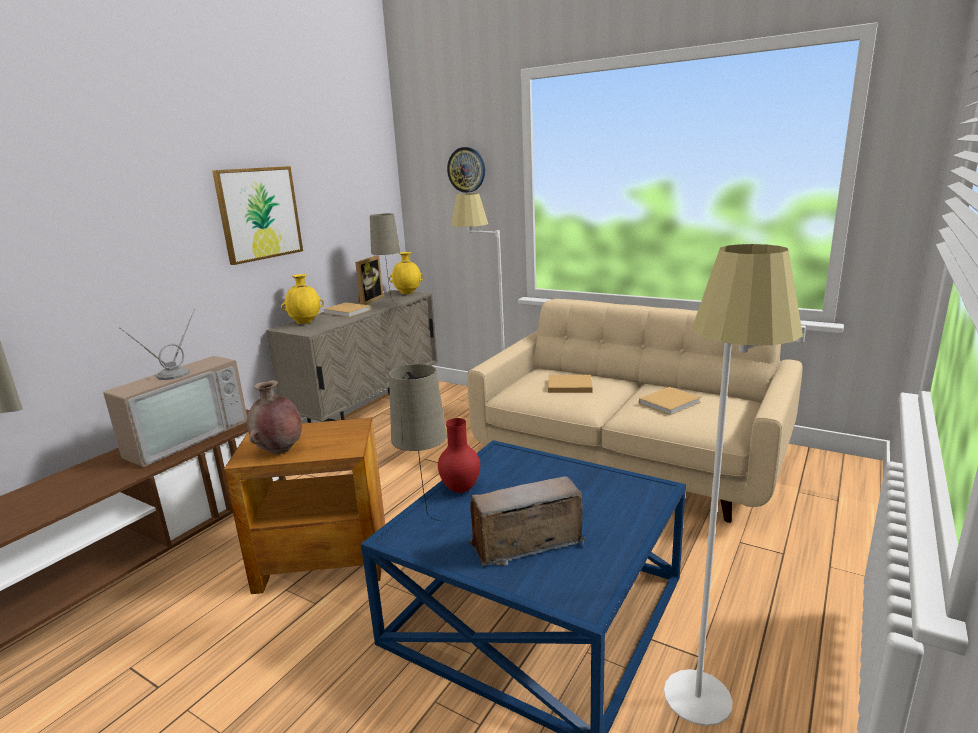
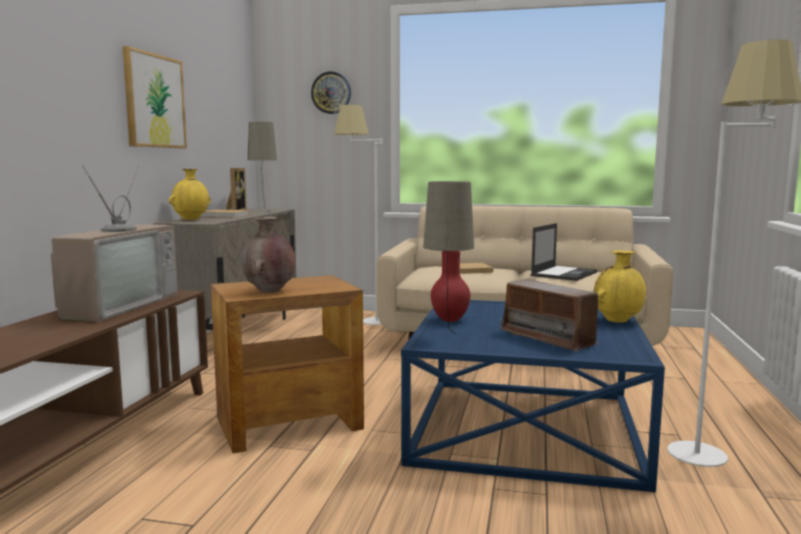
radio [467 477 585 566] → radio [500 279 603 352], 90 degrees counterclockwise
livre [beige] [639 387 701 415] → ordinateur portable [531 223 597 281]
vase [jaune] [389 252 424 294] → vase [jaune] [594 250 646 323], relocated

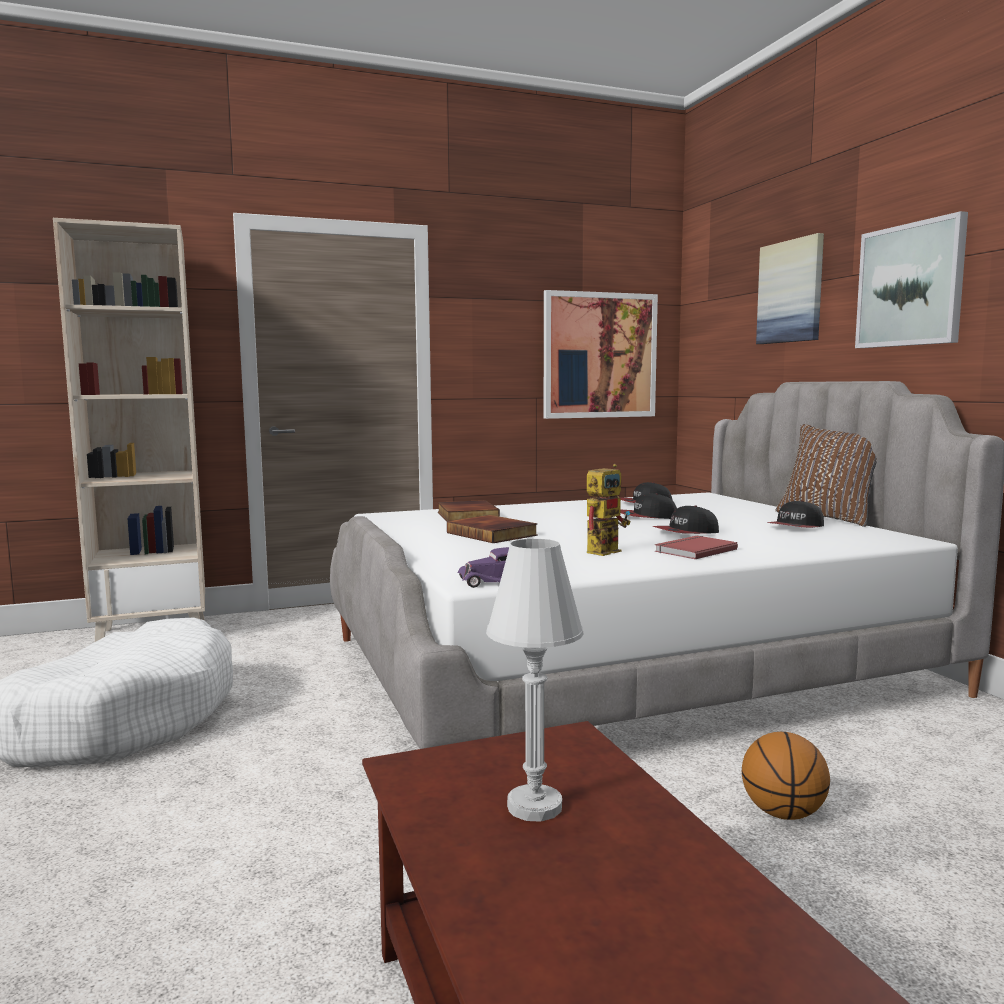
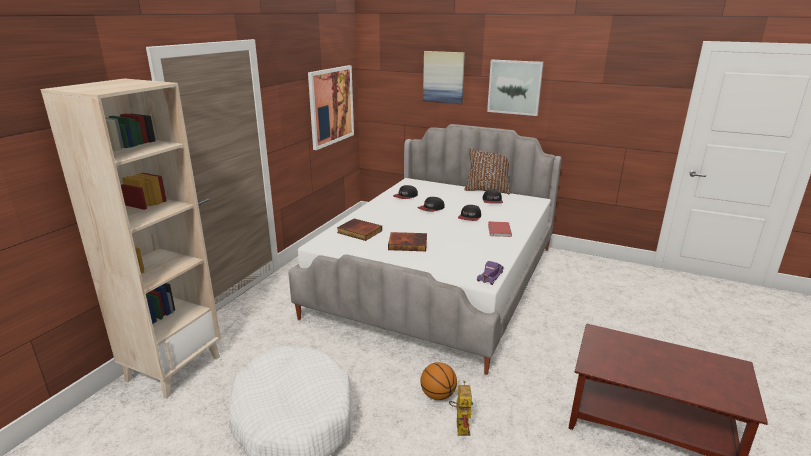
ballon de basket [742 732 830 820] → ballon de basket [421 362 457 400], relocated
robot jouet [587 464 631 556] → robot jouet [449 381 474 436], relocated
lampe de table [blanc] [486 539 584 822] → -

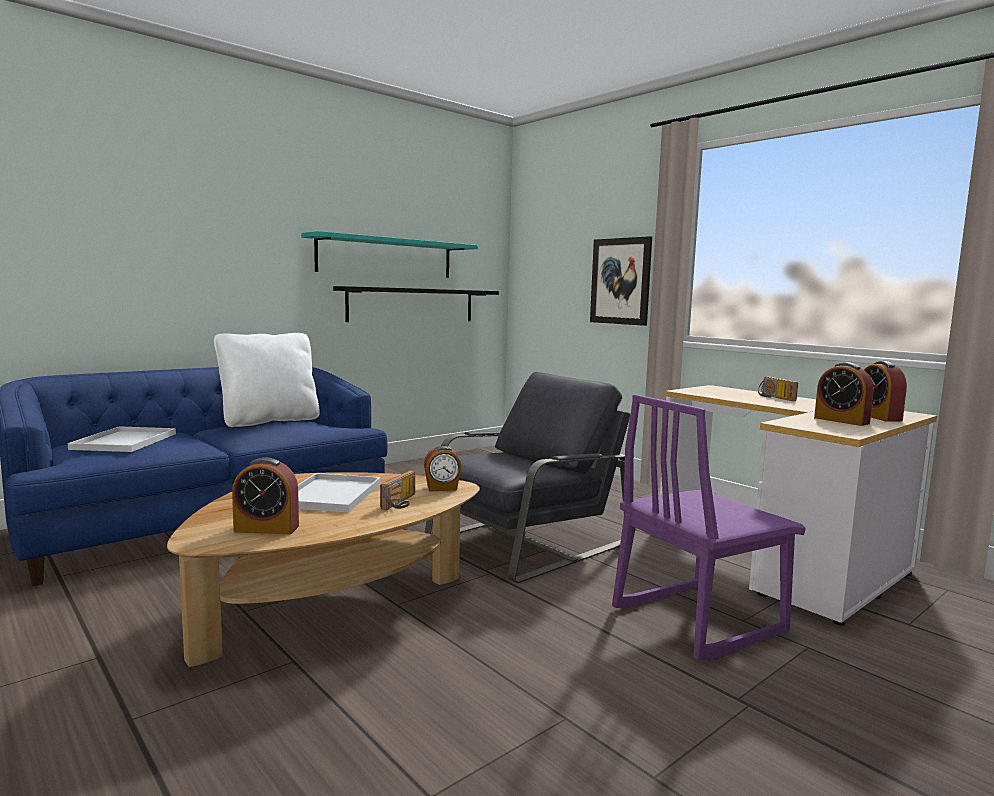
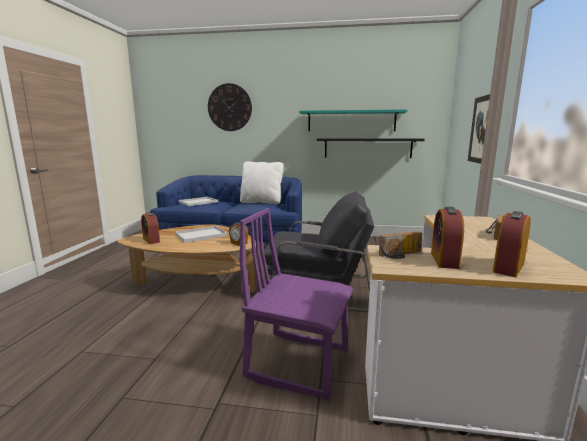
- → horloge murale [208 83 252 131]
radio [380 470 415 510] → radio [379 231 422 259], relocated

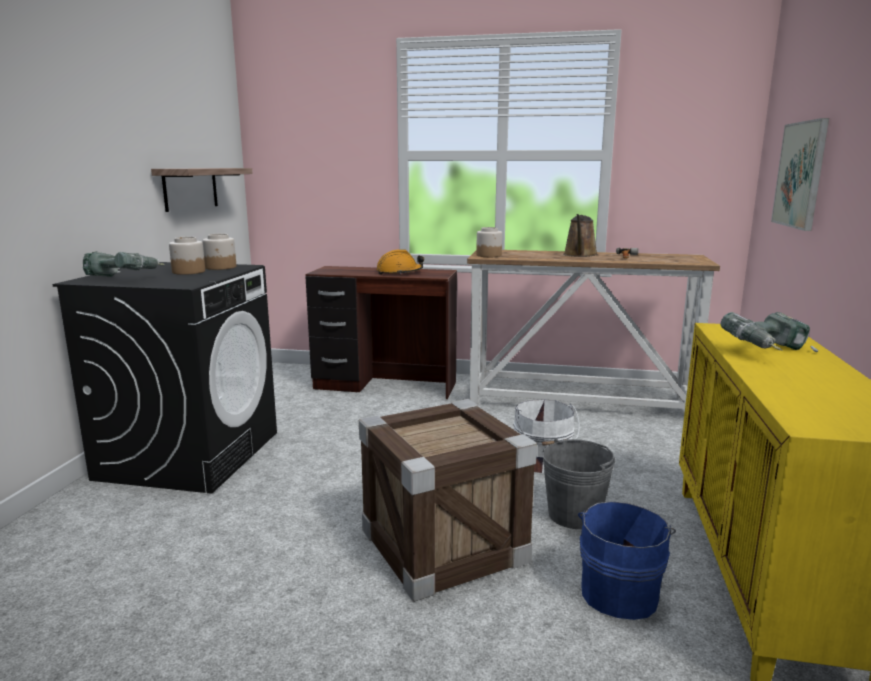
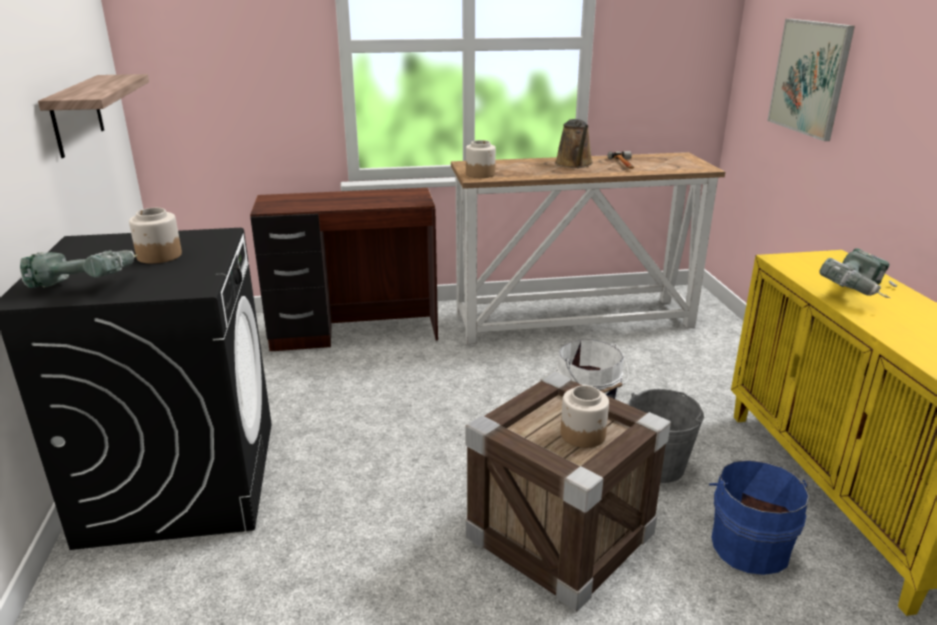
bocal [202 234 236 270] → bocal [560 385 609 448], relocated
casque de chantier [orange] [376 249 424 275] → -

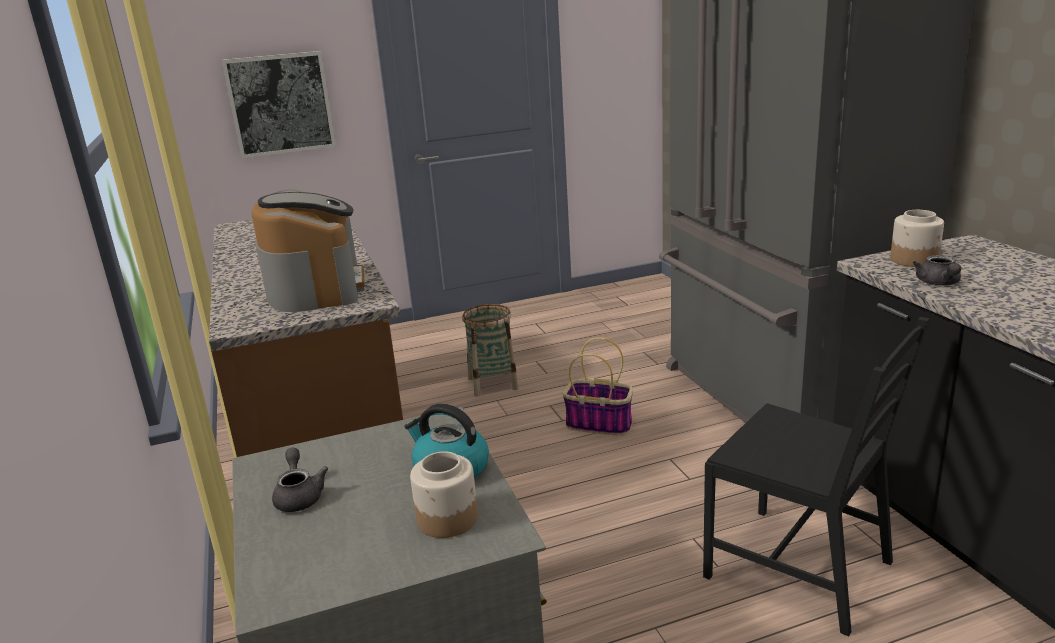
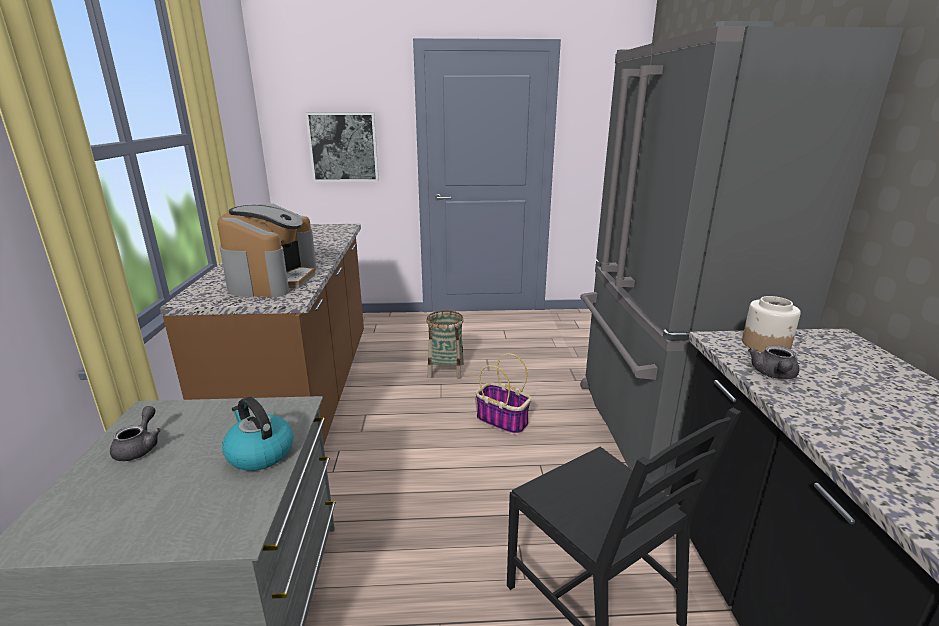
bocal [410 451 478 538] → -

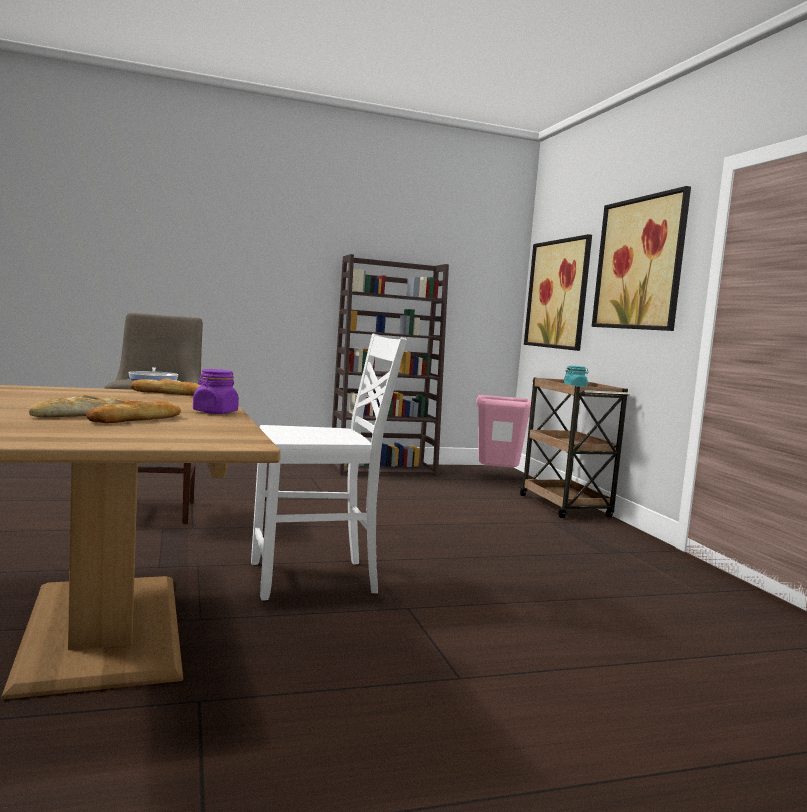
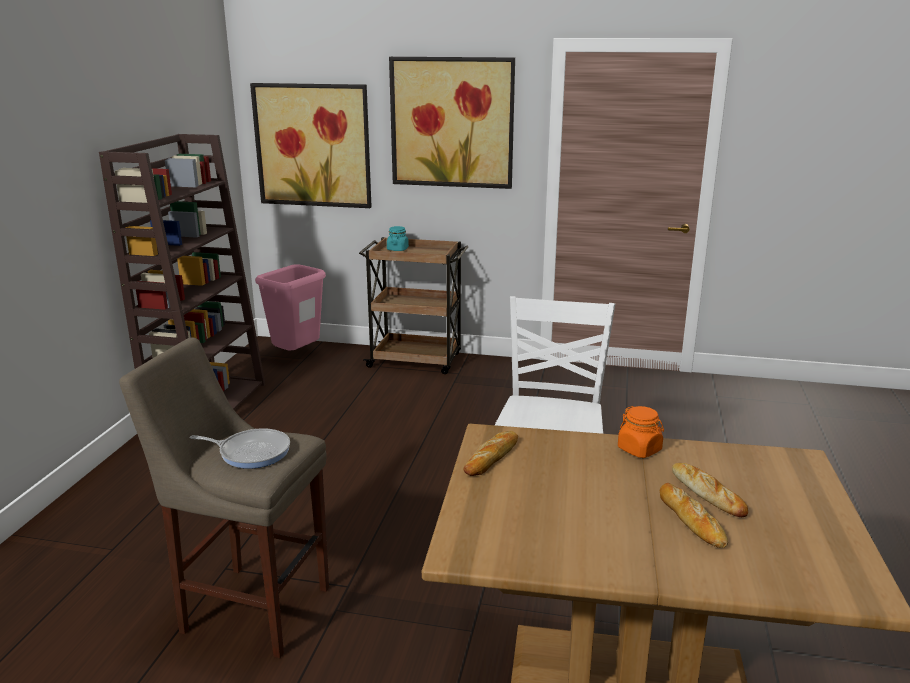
bocal [violet] [193 369 239 414] → bocal [orange] [618 406 664 458]

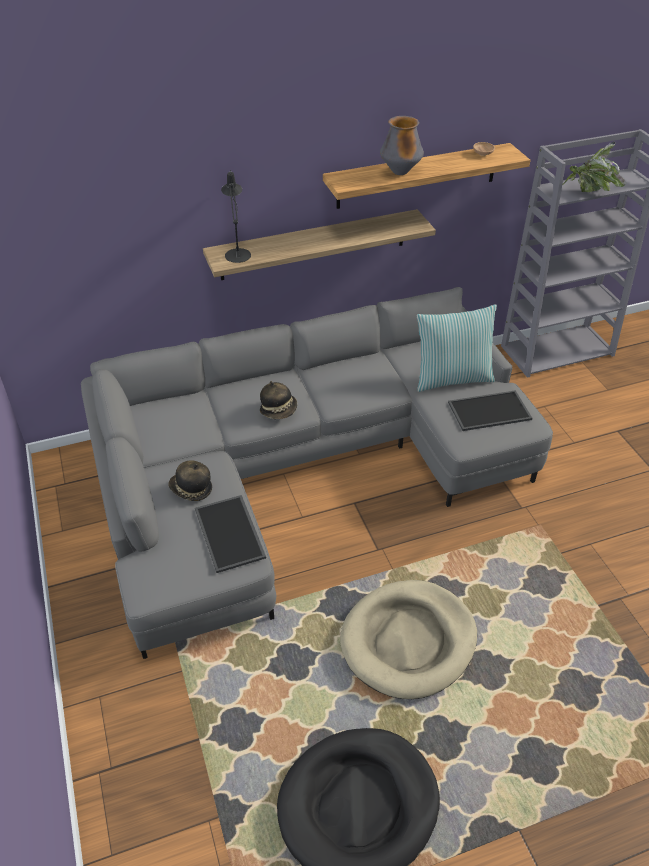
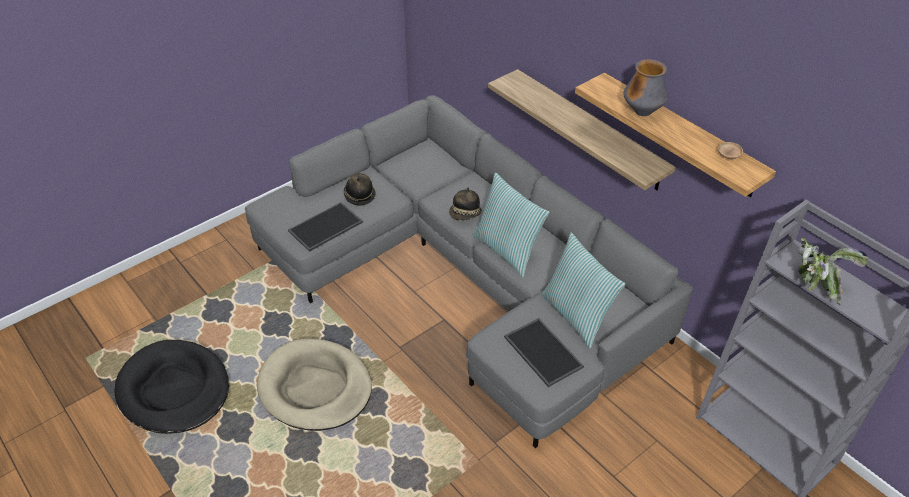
- → coussin [472 172 550 277]
lampe de table [noir] [221 170 251 263] → -

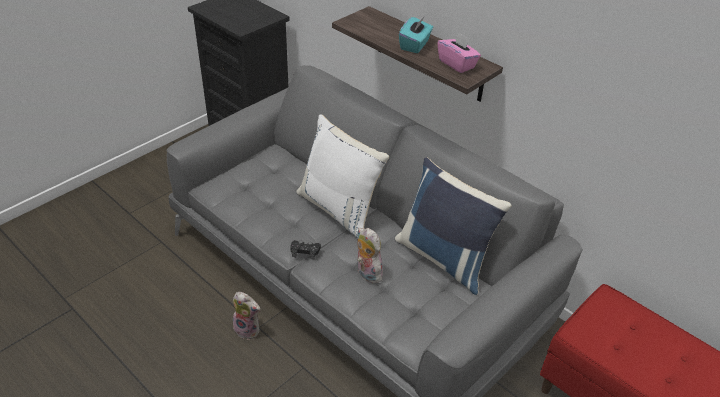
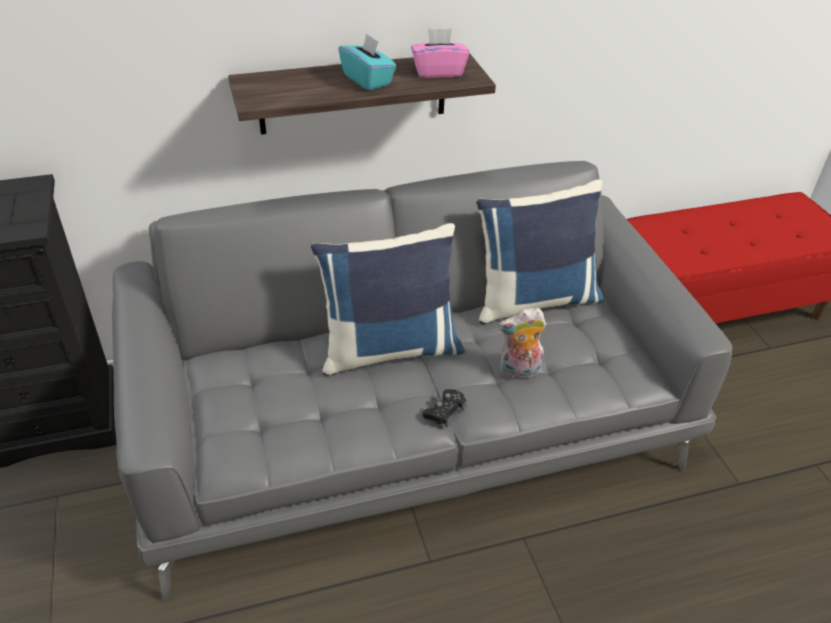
coussin [blanc] [296 114 389 238] → coussin [bleu] [311 223 465 376]
peluche [233 292 261 340] → -

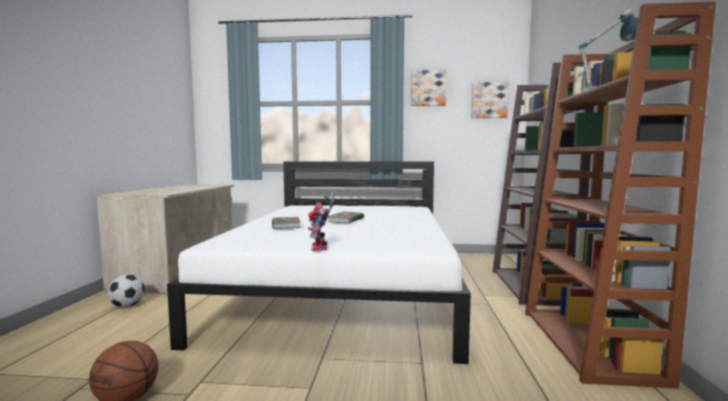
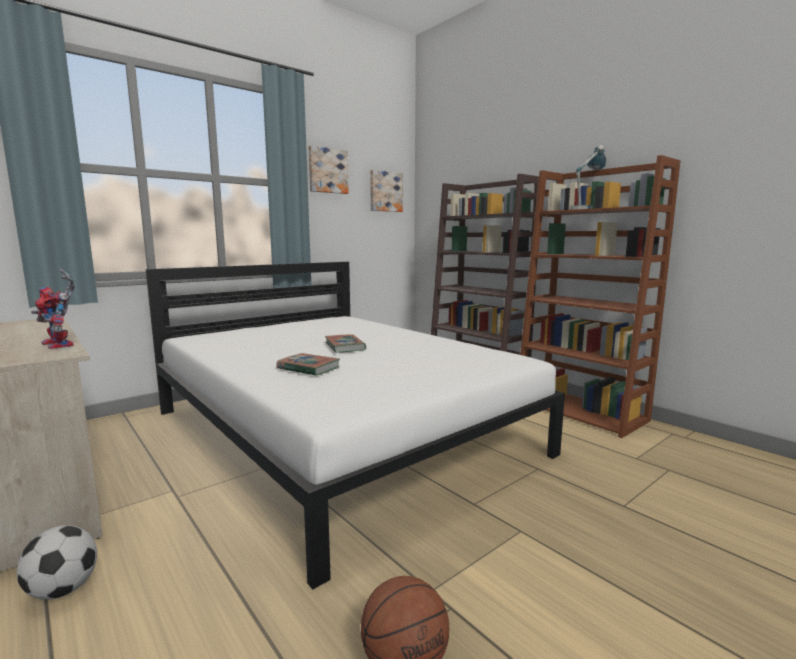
robot jouet [308 190 334 251] → robot jouet [31 269 74 349], relocated

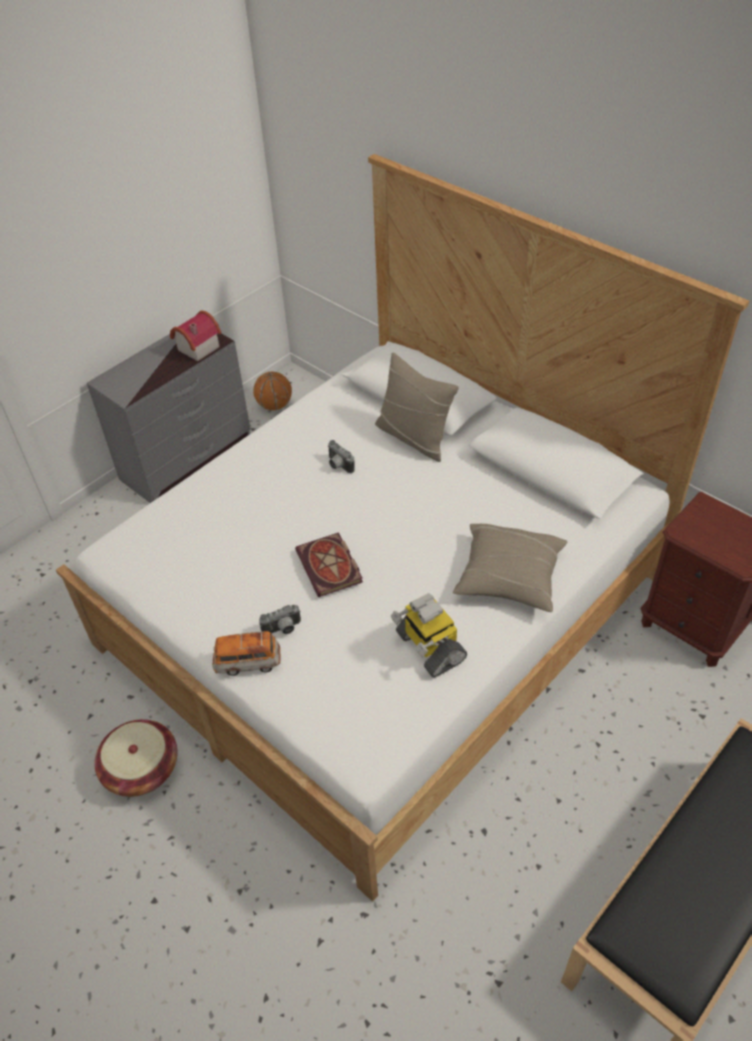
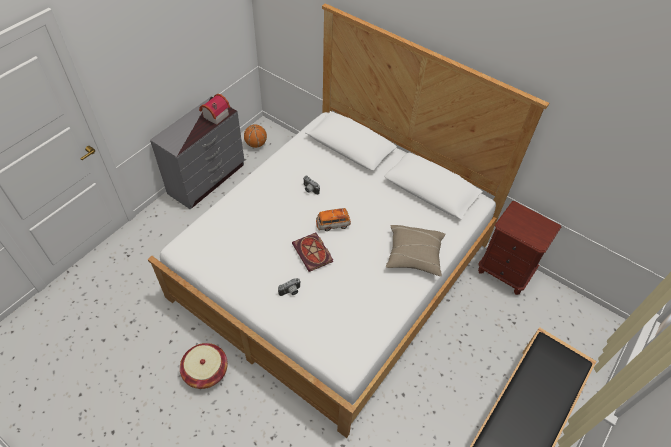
petite voiture [212 631 280 676] → petite voiture [316 208 351 231], relocated
coussin [beige] [375 352 459 462] → -
robot jouet [390 593 467 677] → -

